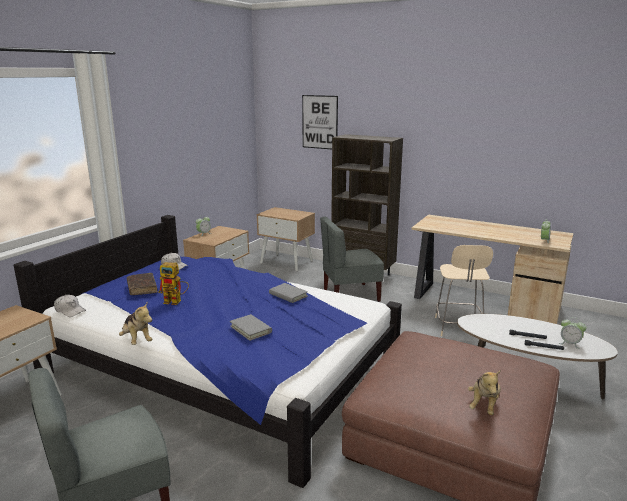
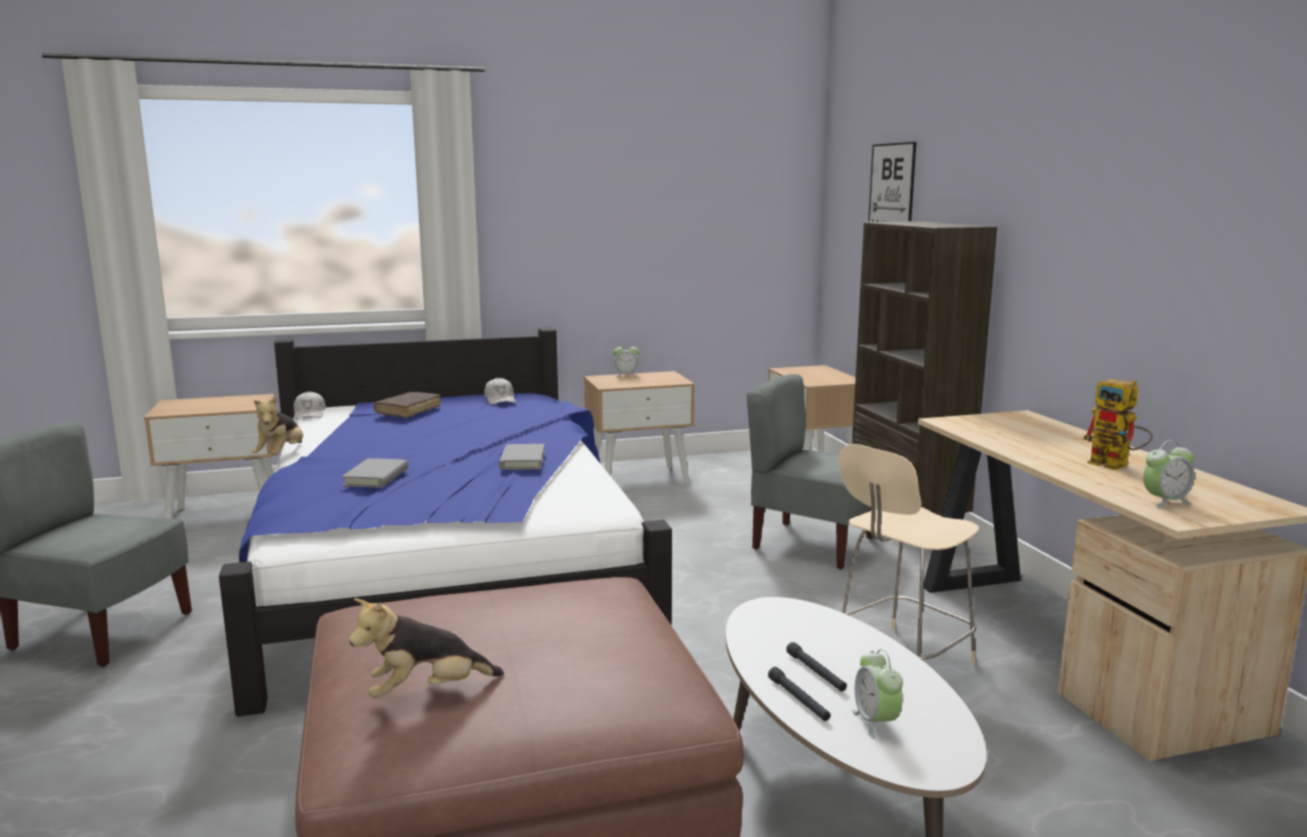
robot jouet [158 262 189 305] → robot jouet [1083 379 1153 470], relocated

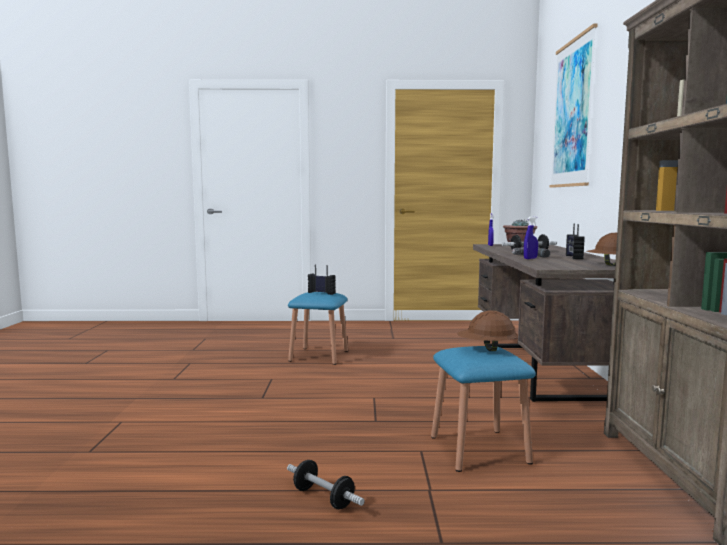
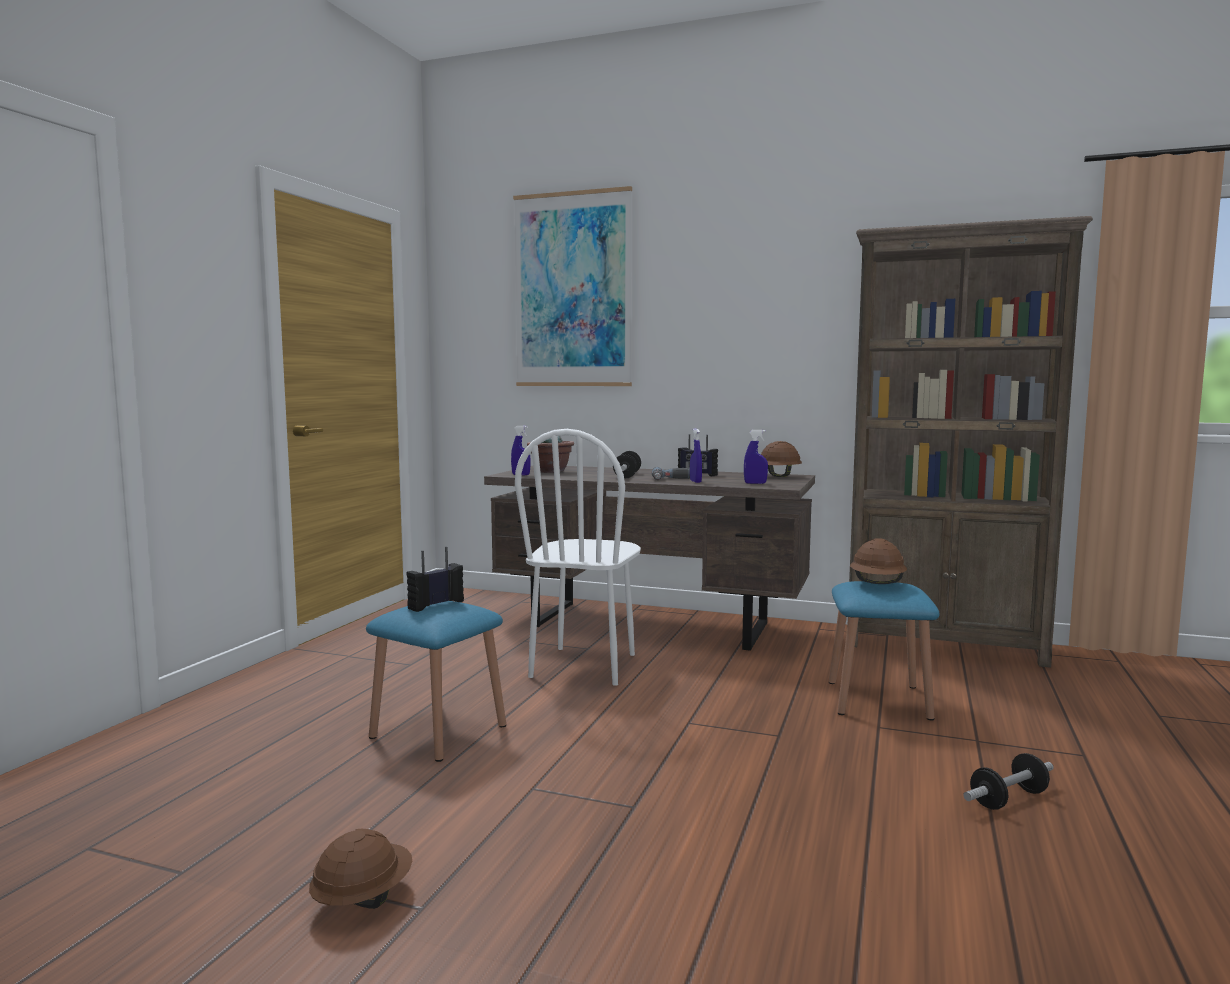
- → casque de chantier [marron] [309 829 412 909]
- → chaise [blanc] [515 429 641 686]
- → vaporisateur [bleu] [744 430 768 484]

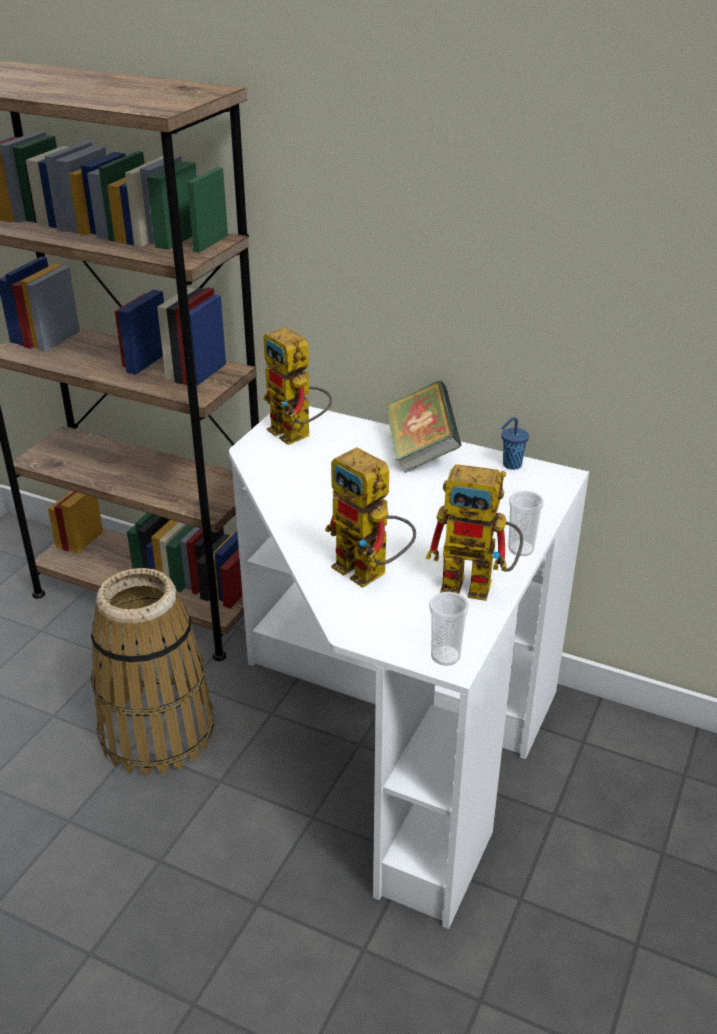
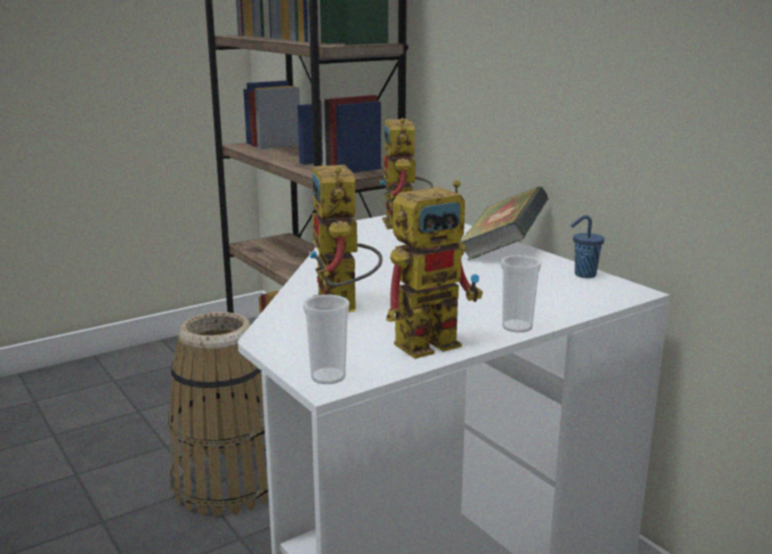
robot jouet [426 464 523 601] → robot jouet [387 180 483 359], 75 degrees counterclockwise

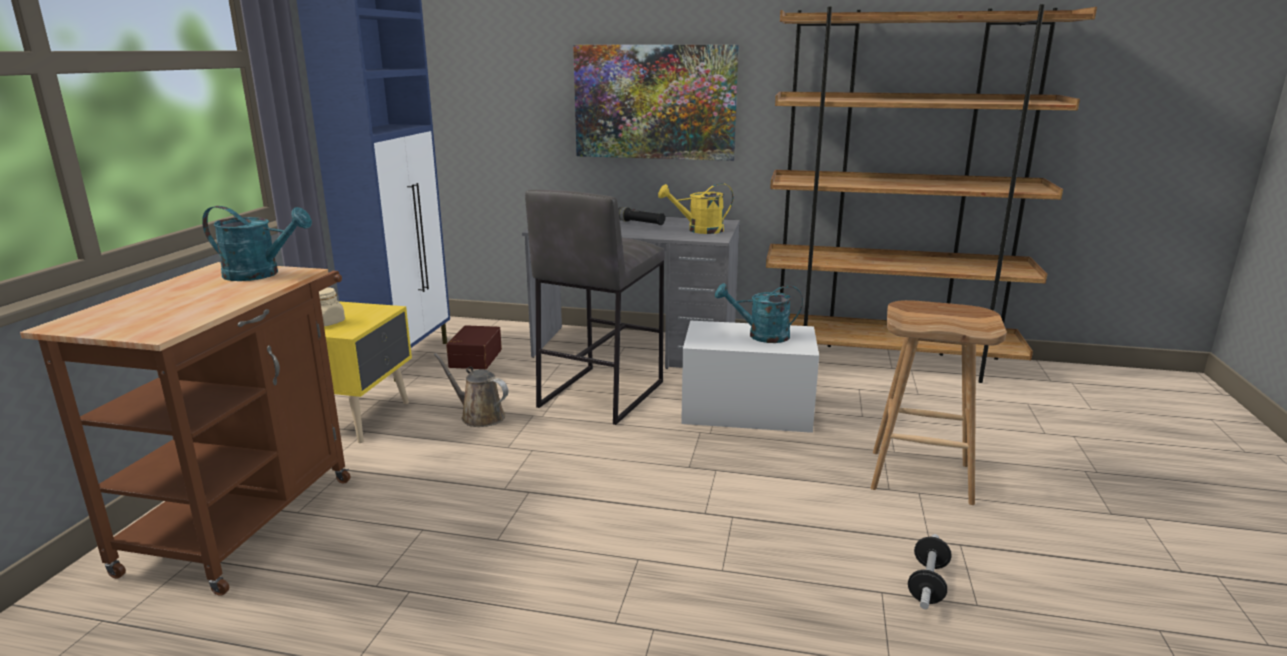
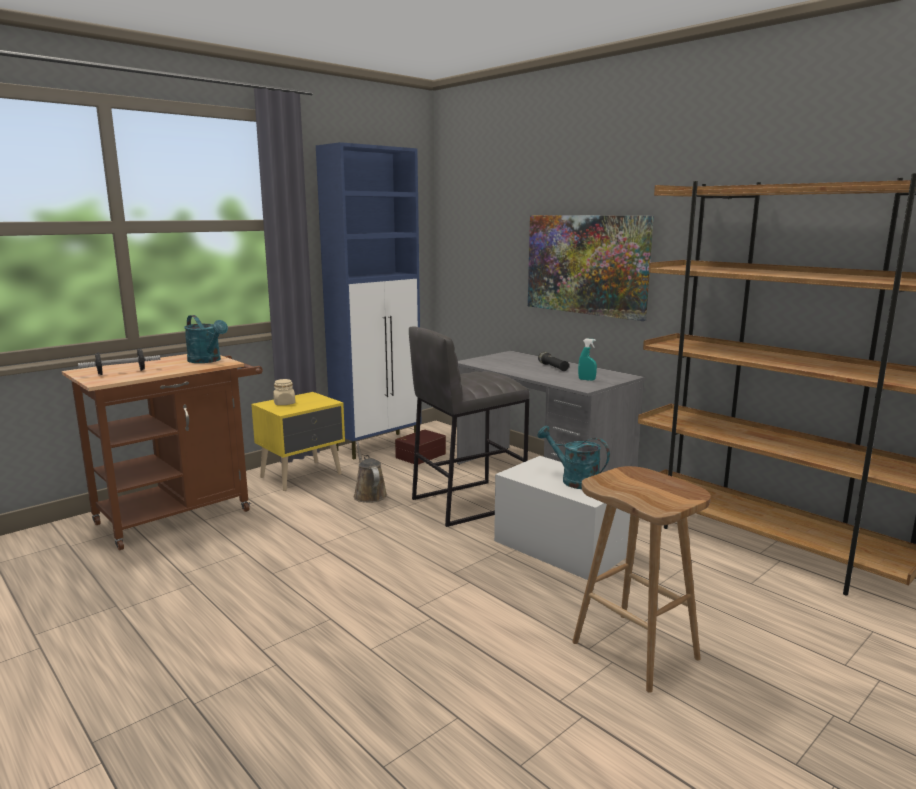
haltère [908 534 951 609] → haltère [78 348 160 375], relocated
arrosoir [jaune] [658 183 733 234] → vaporisateur [turquoise] [578 339 597 381]

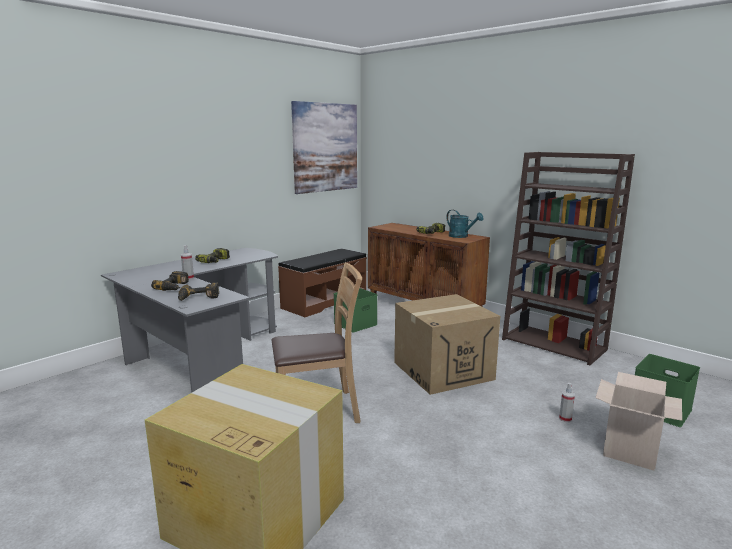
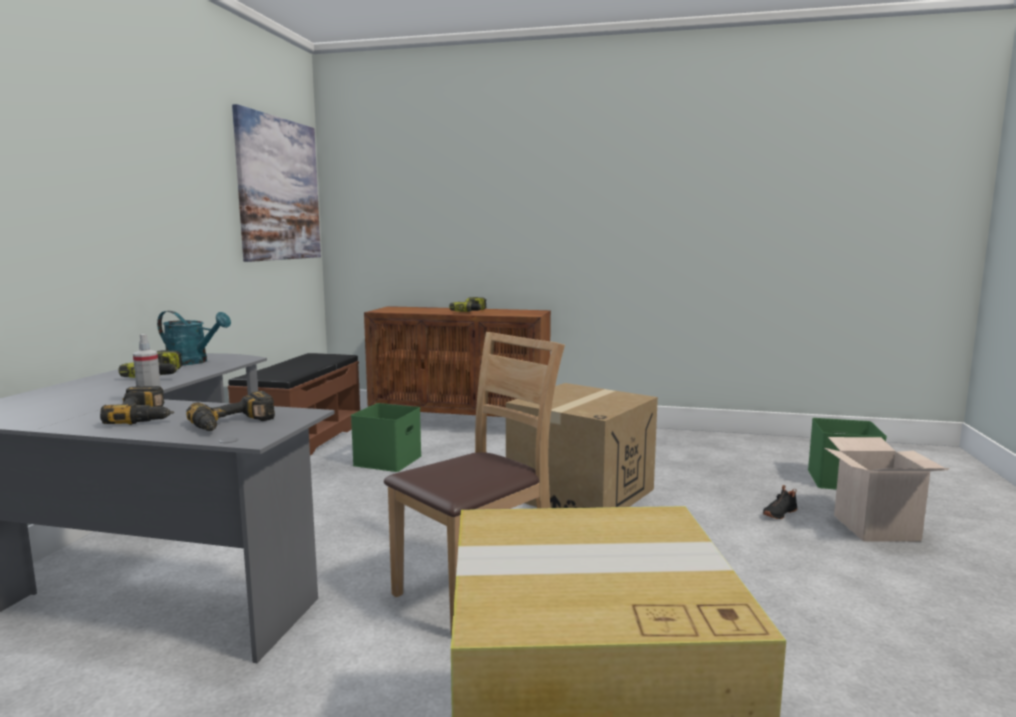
arrosoir [turquoise] [446 210 484 238] → arrosoir [turquoise] [157 311 231 365], relocated
vaporisateur [559 383 575 422] → chaussure [noir] [763 485 797 519]
bibliothèque [marron] [502 152 635 365] → -

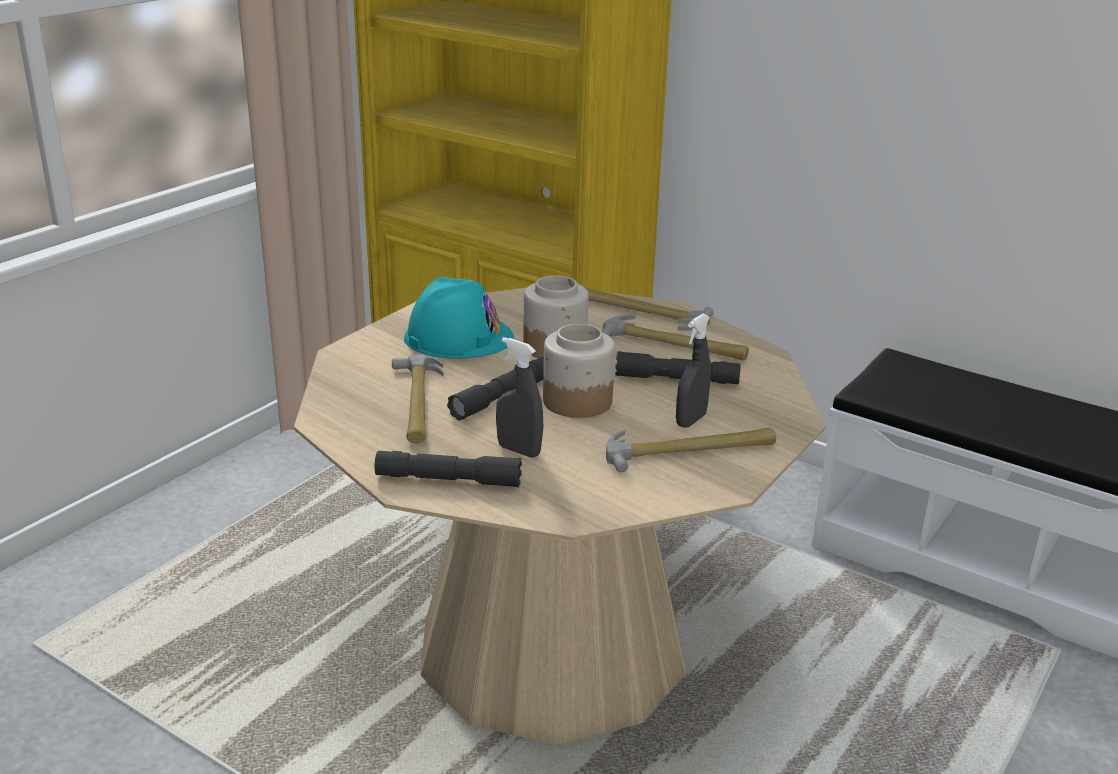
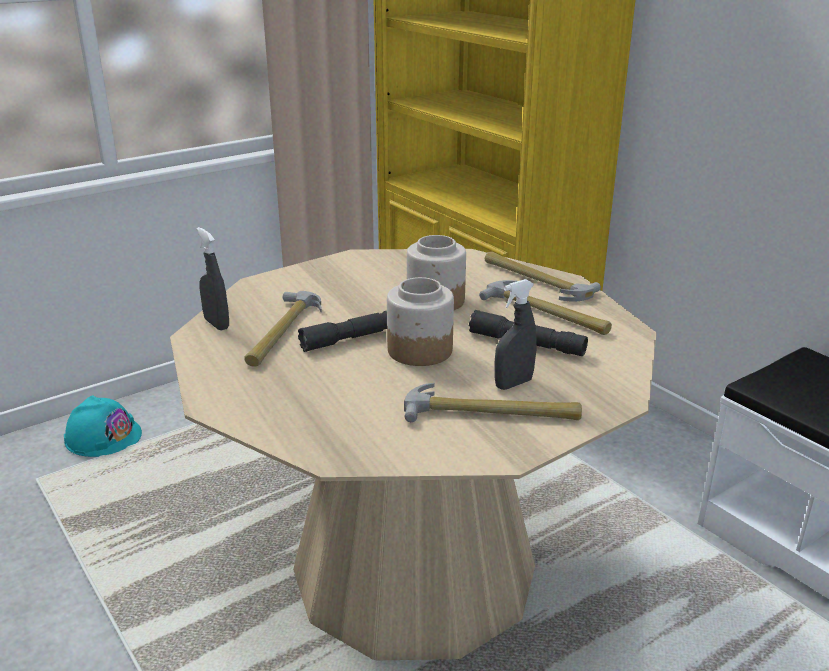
casque de chantier [turquoise] [404 277 514 359] → casque de chantier [turquoise] [64 395 142 457], relocated
vaporisateur [gris] [496 337 543 458] → vaporisateur [gris] [197 227 229 331], relocated
lampe de poche [gris] [374 451 522 487] → -

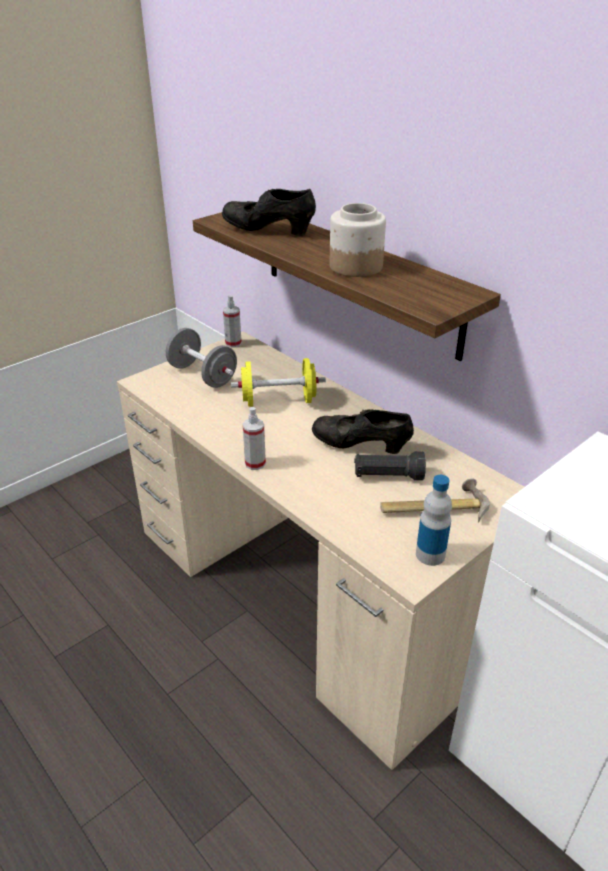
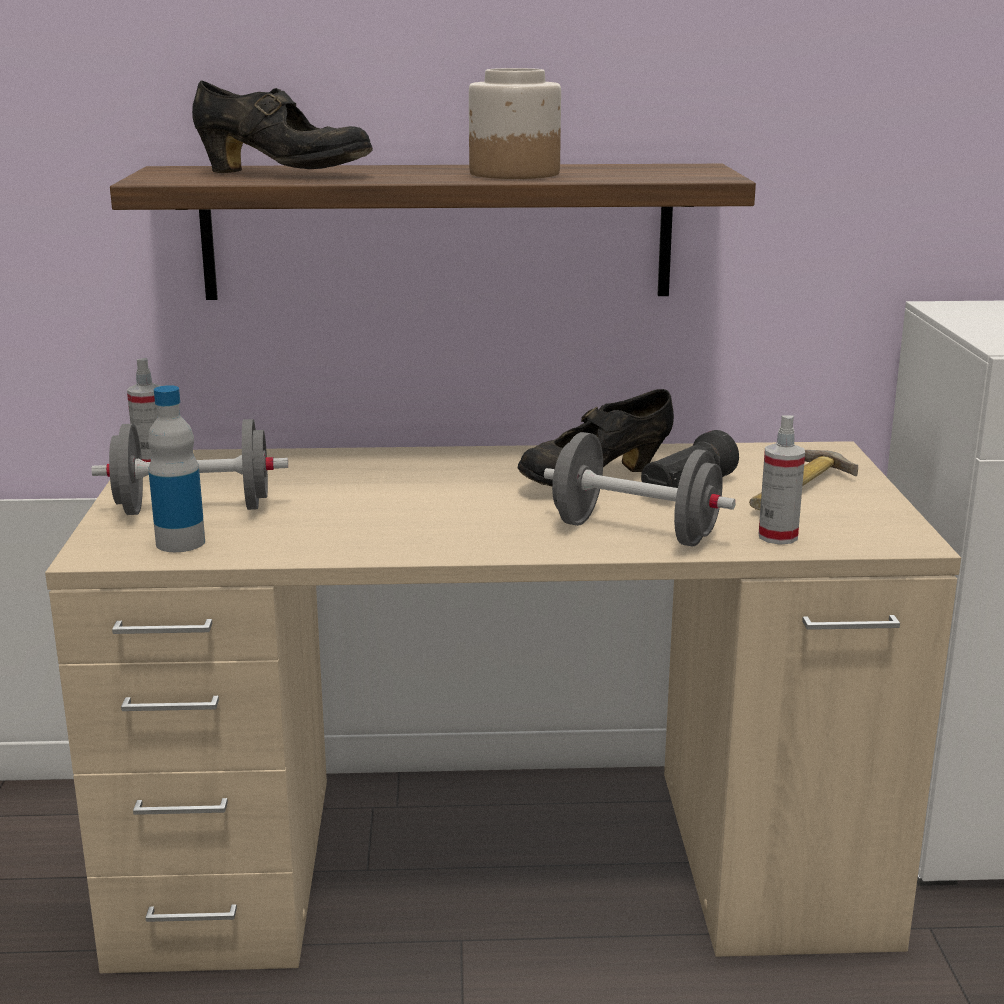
bouteille [416 475 452 566] → bouteille [148 385 205 552], relocated
chaussure [noir] [222 189 316 236] → chaussure [noir] [192 80 373 173], 135 degrees counterclockwise
- → haltère [gris] [544 432 736 547]
vaporisateur [243 407 266 470] → vaporisateur [759 415 805 545], relocated
haltère [jaune] [231 358 326 407] → -

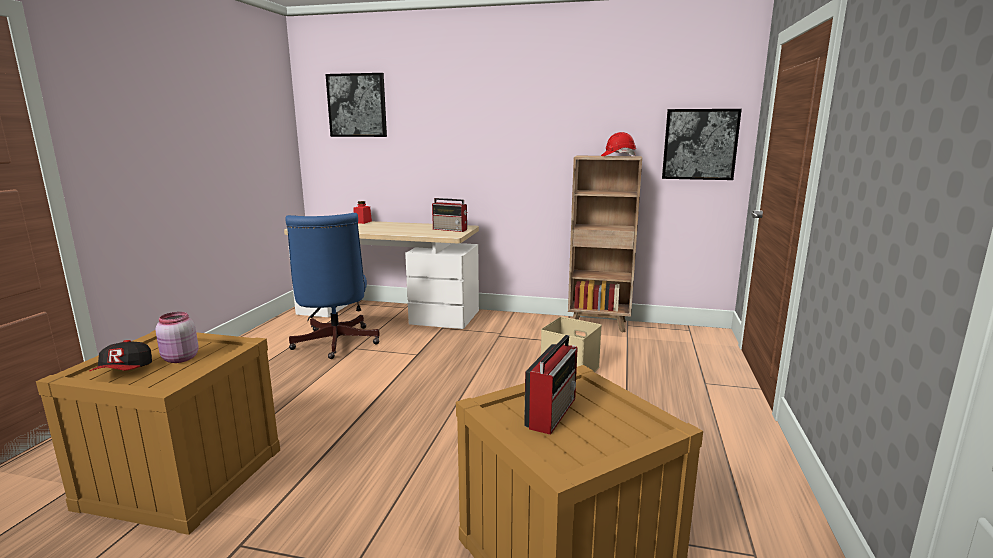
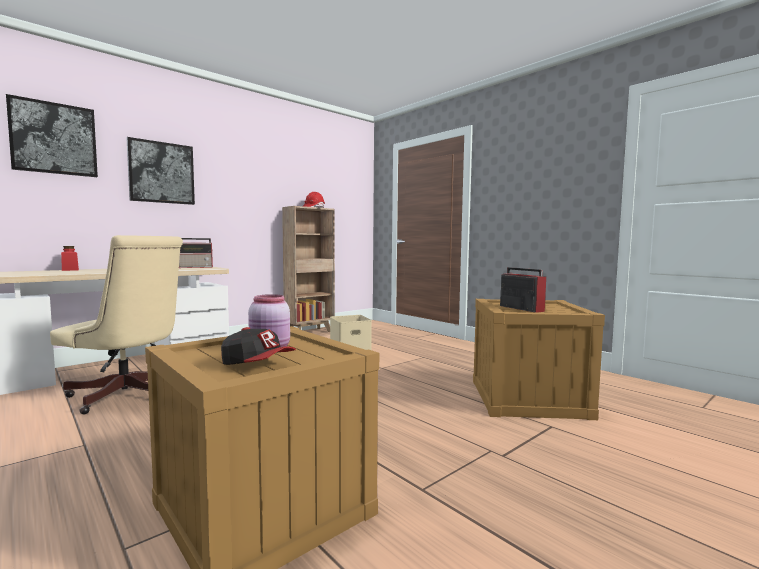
chaise de bureau [bleu] [285 213 380 359] → chaise de bureau [beige] [50 235 183 414]
tableau [662 109 742 180] → tableau [126 137 195 205], relocated

